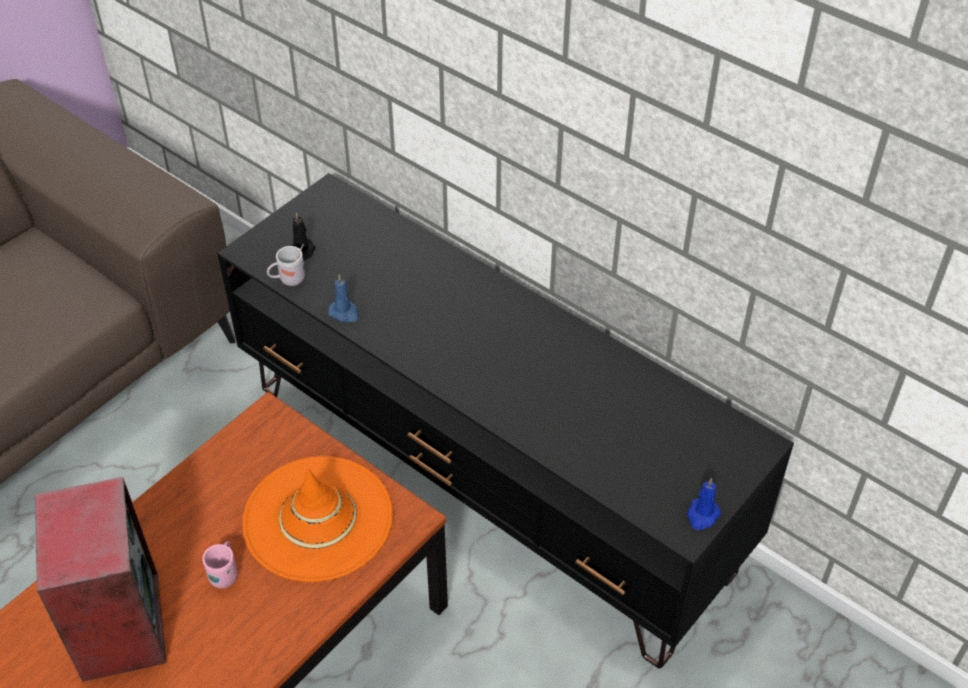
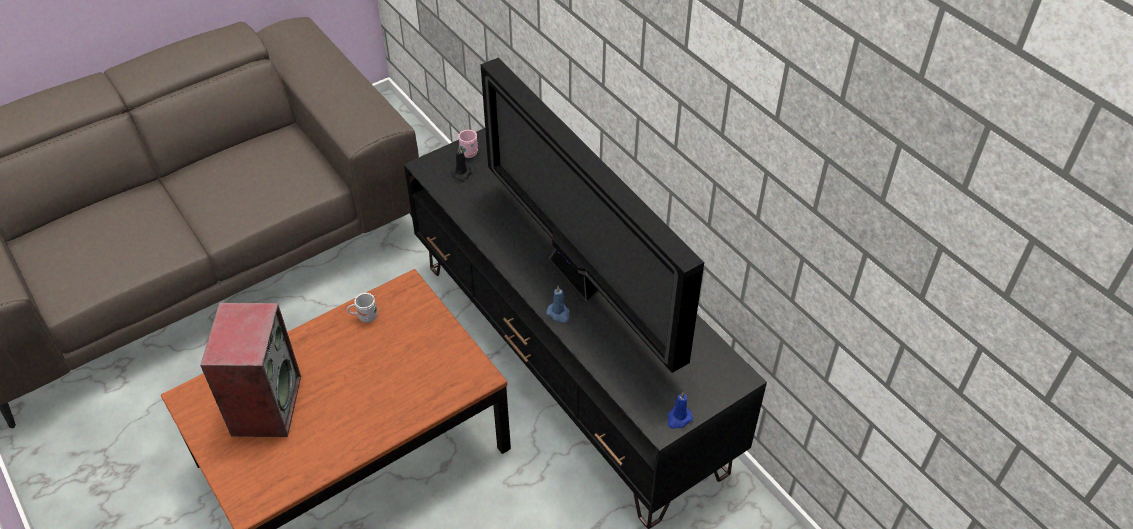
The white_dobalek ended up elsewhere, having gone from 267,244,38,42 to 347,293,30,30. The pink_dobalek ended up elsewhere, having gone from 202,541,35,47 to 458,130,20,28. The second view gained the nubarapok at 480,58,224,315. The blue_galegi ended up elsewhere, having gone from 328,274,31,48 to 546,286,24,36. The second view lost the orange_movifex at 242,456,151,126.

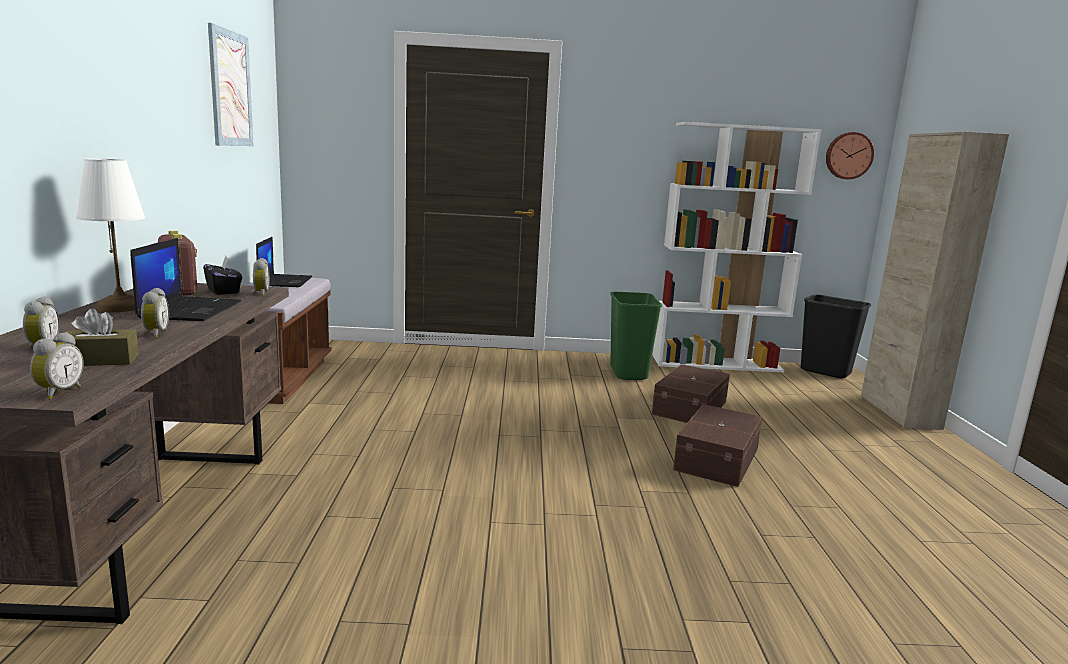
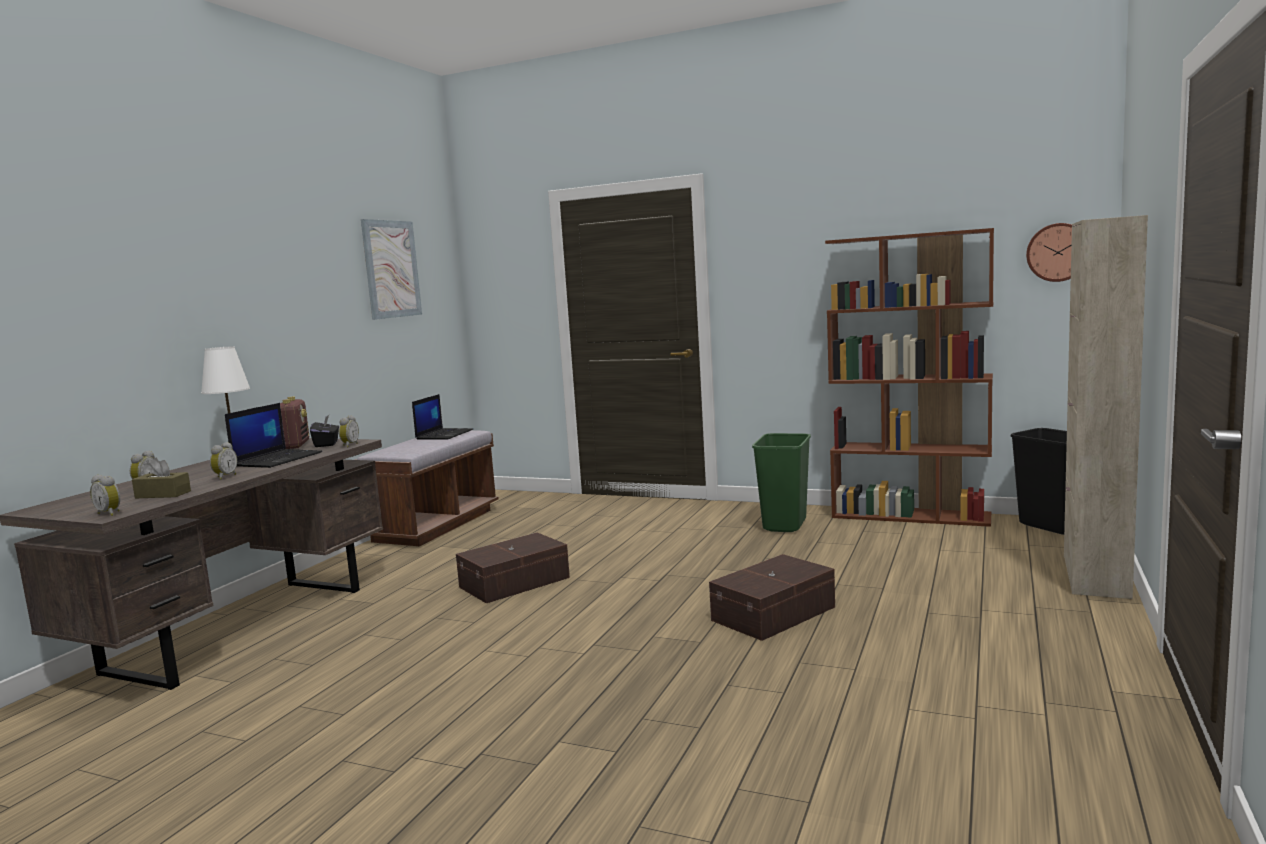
The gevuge at 30,332,54,67 ended up facing another way, 90 degrees clockwise from before. The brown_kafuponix ended up elsewhere, having gone from 652,364,78,59 to 456,532,114,71. What was the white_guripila at 653,122,168,250 turned into the brown_guripila at 825,228,169,299.

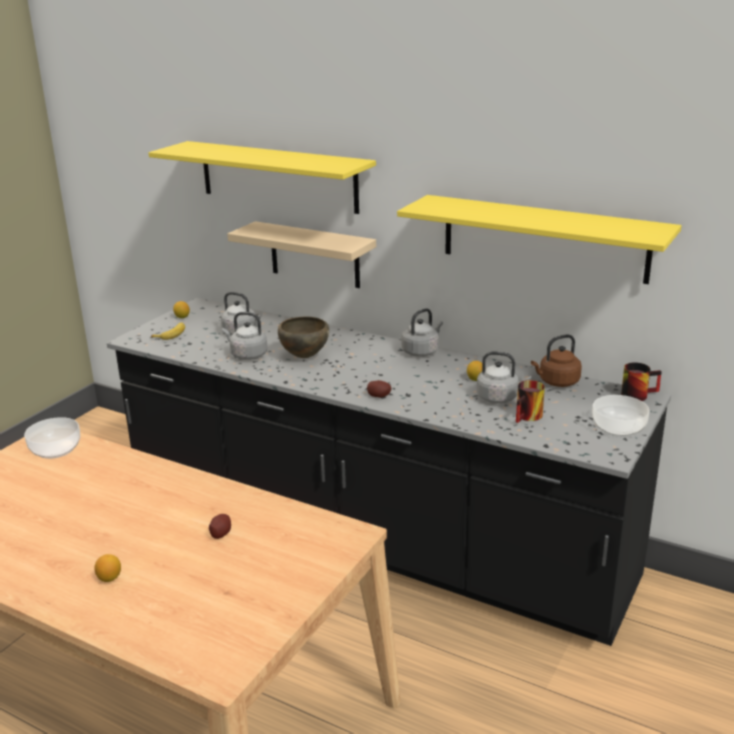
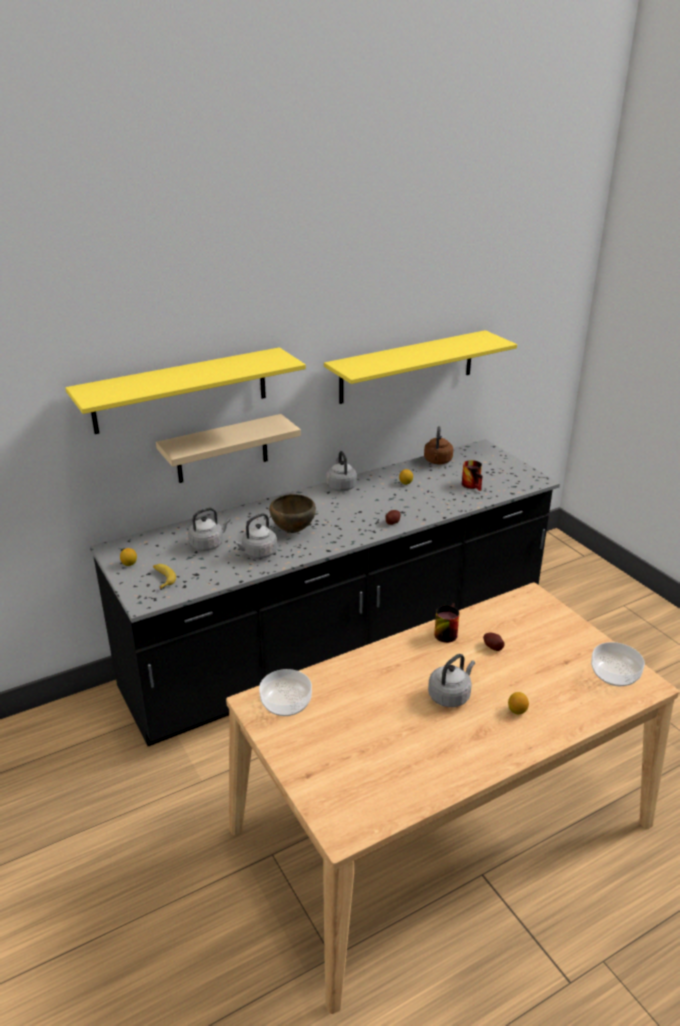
The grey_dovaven ended up elsewhere, having gone from 477,351,54,52 to 428,654,47,53. The dobalek ended up elsewhere, having gone from 621,362,41,39 to 434,603,25,40. The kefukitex ended up elsewhere, having gone from 592,395,58,42 to 591,642,54,44.

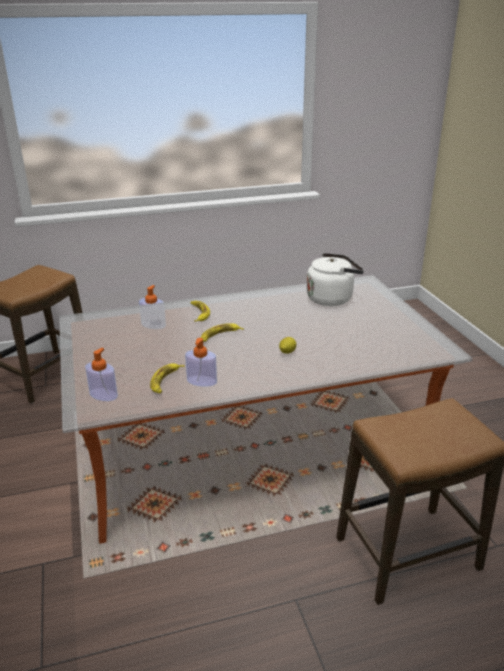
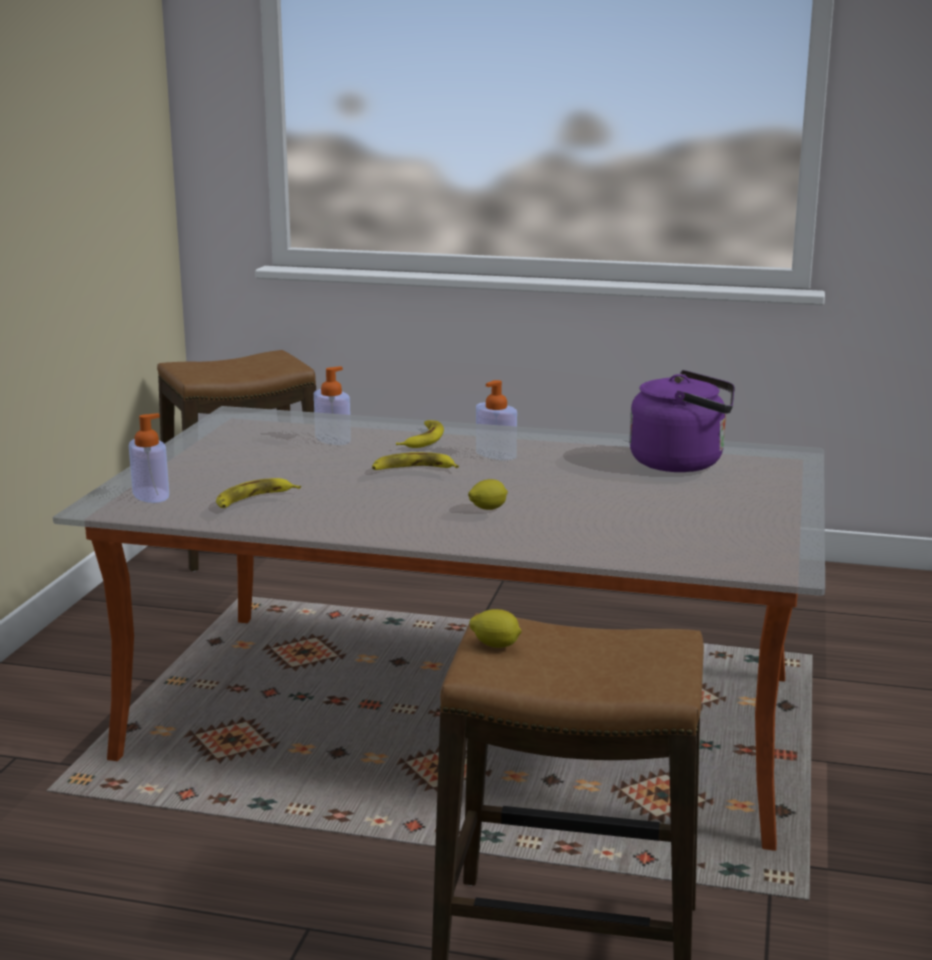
The second view gained the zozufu at 470,609,52,39. The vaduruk ended up elsewhere, having gone from 185,338,32,49 to 476,380,41,81. What was the white_dovaven at 307,253,57,53 turned into the purple_dovaven at 629,370,106,102.

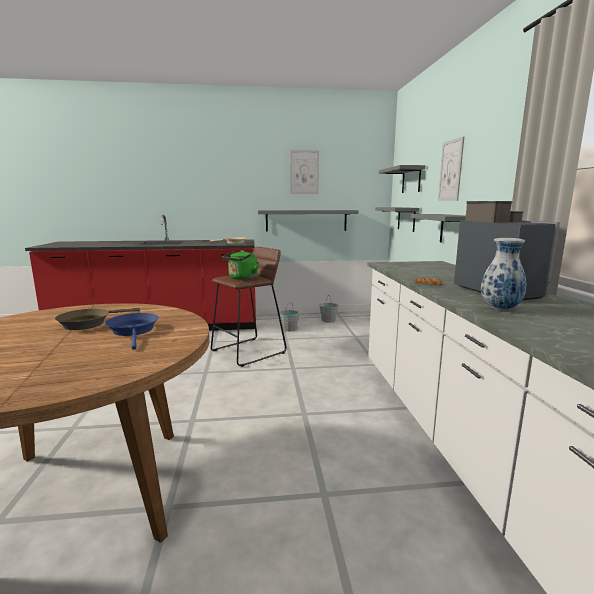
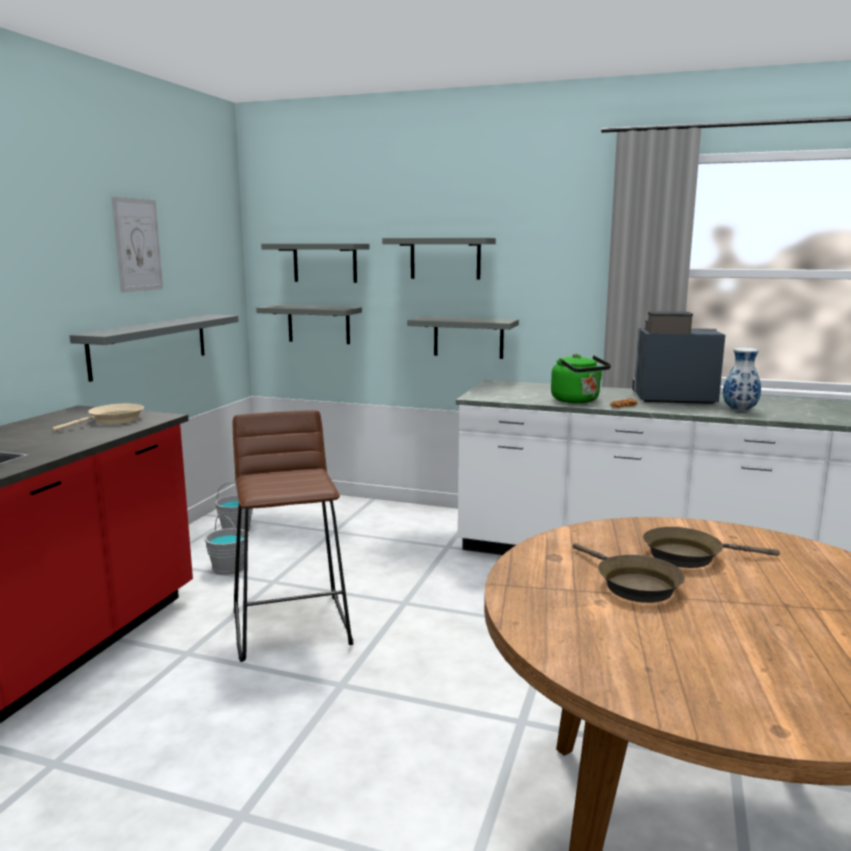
Where the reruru hung at 438,137,26,64, the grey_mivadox came to hang at 382,238,114,42. The green_dovaven ended up elsewhere, having gone from 222,250,37,30 to 551,354,60,49. What was the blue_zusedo at 105,313,53,37 turned into the brown_zusedo at 643,527,137,41.

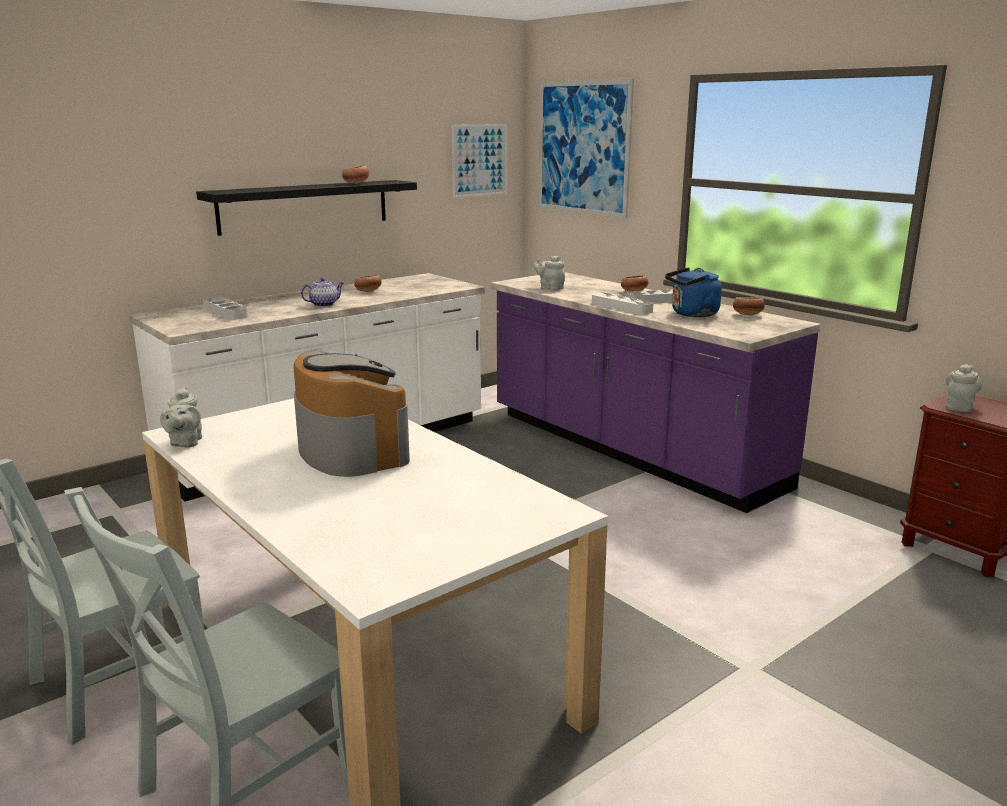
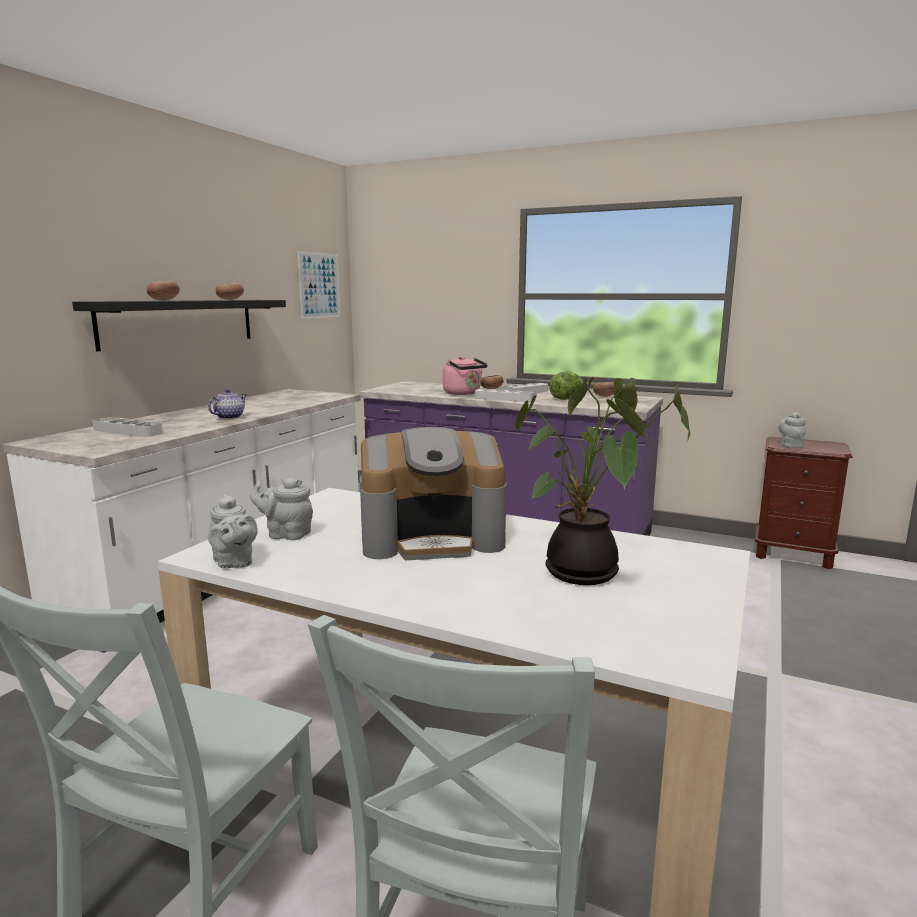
The kefukitex ended up elsewhere, having gone from 354,275,28,17 to 147,281,33,20. The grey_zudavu ended up elsewhere, having gone from 533,256,32,35 to 250,477,63,63. The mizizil at 294,349,116,128 ended up facing another way, 135 degrees clockwise from before. The second view gained the pink_dovaven at 443,356,45,39. The second view gained the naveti at 515,377,175,208. Where the blue_dovaven stood at 665,267,57,50, the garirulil came to stand at 549,371,34,29. The second view lost the reruru at 538,78,96,141.

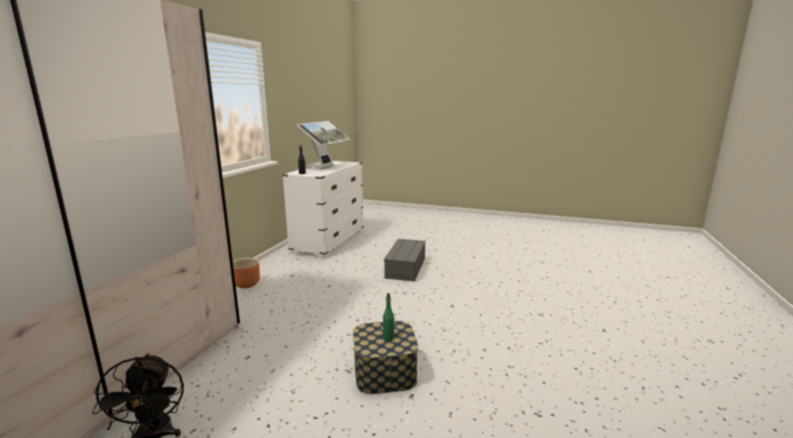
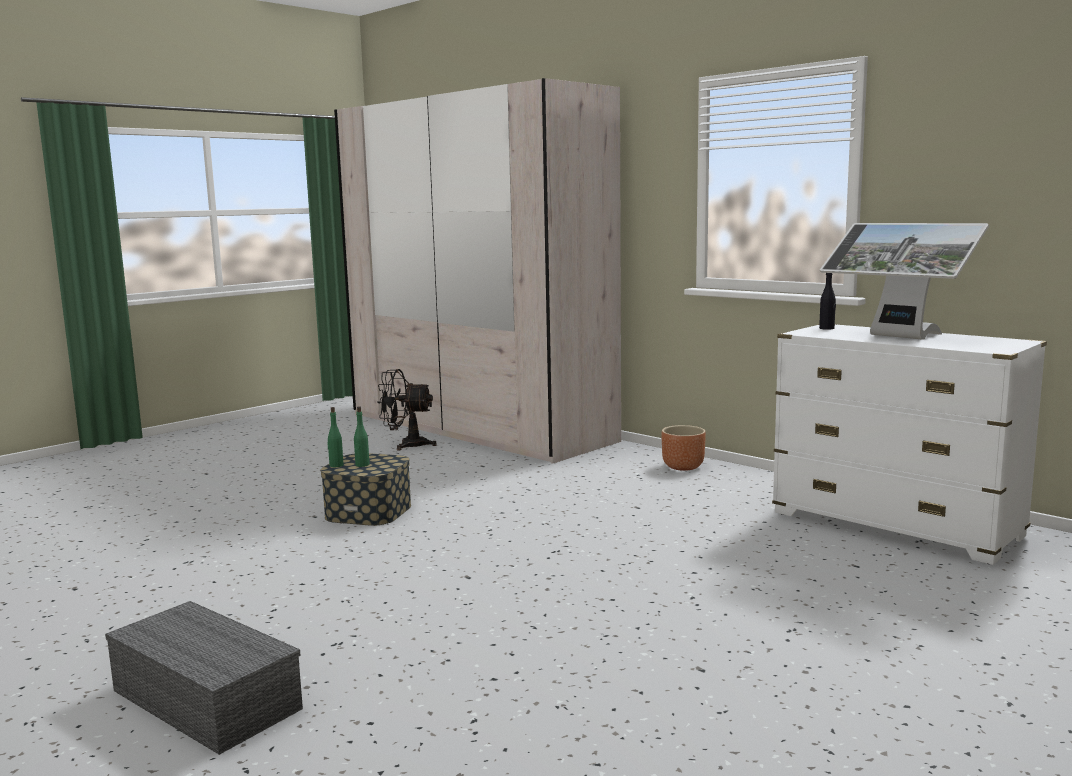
The grey_kafuponix ended up elsewhere, having gone from 384,239,42,43 to 105,601,198,154. The second view gained the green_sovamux at 327,407,17,60.

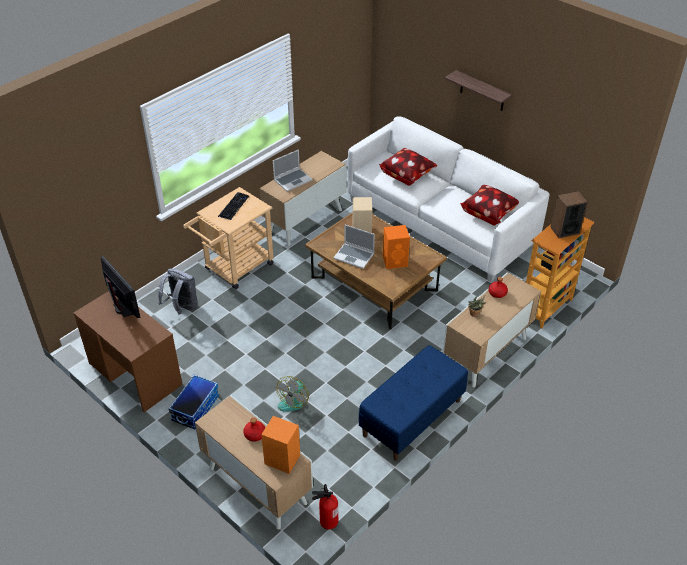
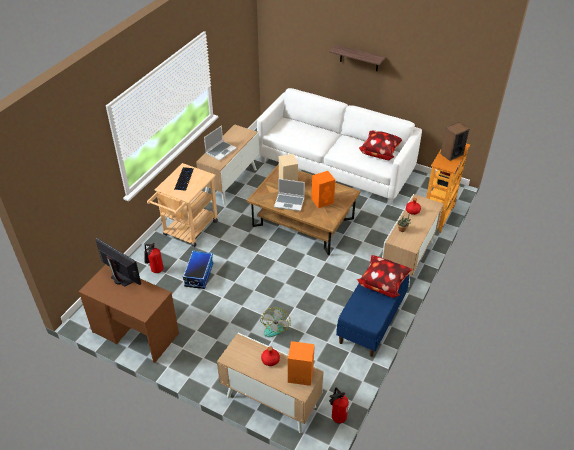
Where the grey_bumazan stood at 158,269,40,45, the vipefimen came to stand at 144,243,20,30. The kafuponix ended up elsewhere, having gone from 168,374,51,55 to 183,250,30,39. The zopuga ended up elsewhere, having gone from 379,148,59,38 to 357,255,55,43.

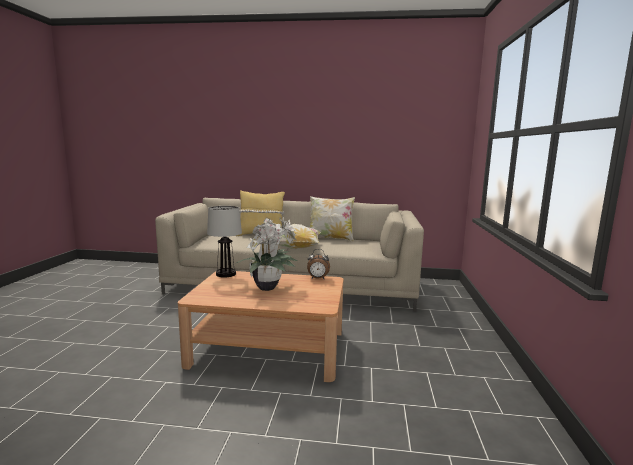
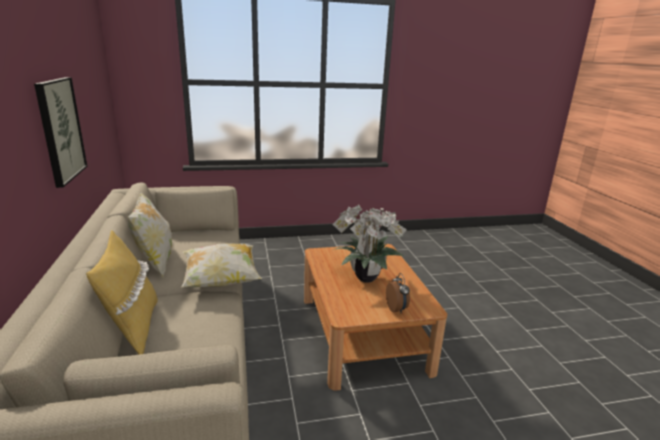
The second view gained the reruru at 34,77,53,111. The gevuge ended up elsewhere, having gone from 307,249,23,30 to 386,273,24,40. The second view lost the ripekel at 207,206,35,72.

